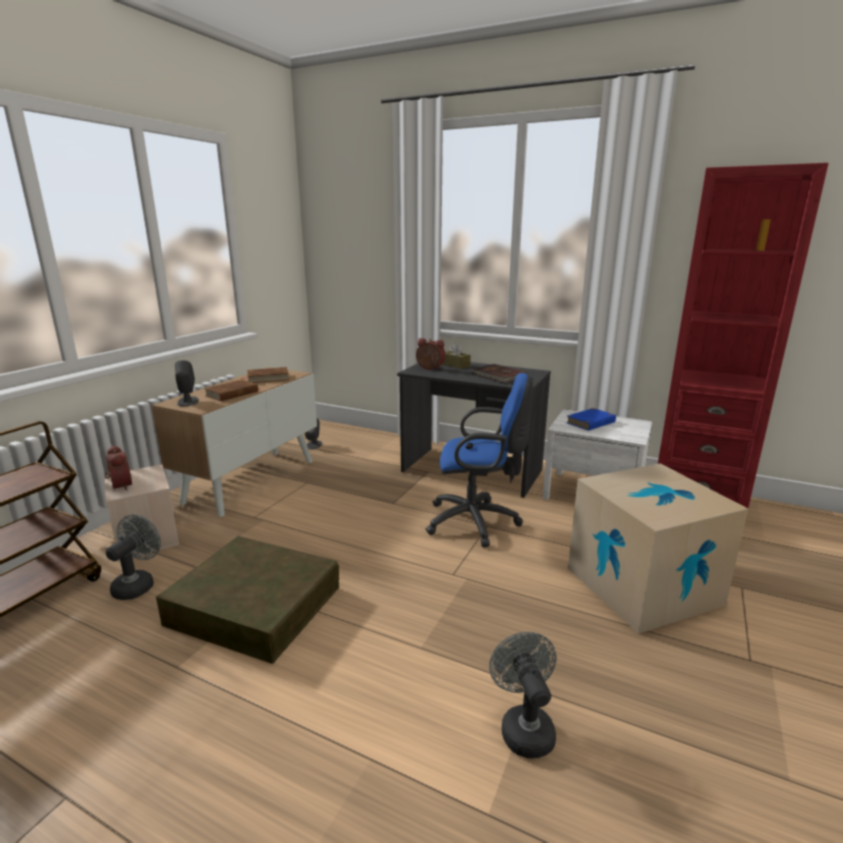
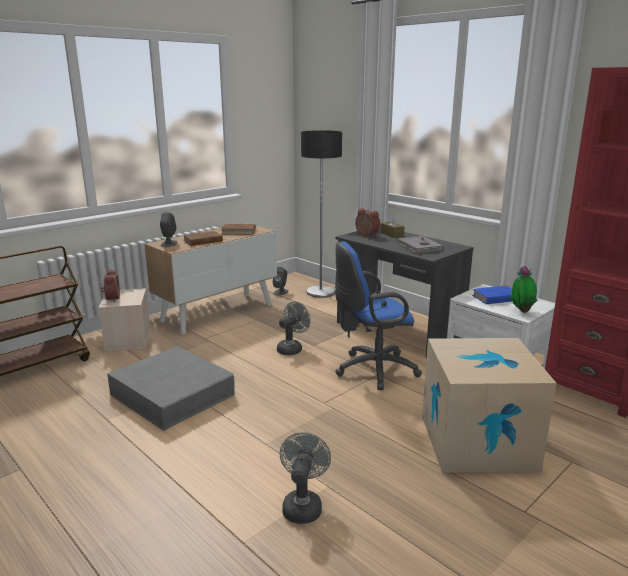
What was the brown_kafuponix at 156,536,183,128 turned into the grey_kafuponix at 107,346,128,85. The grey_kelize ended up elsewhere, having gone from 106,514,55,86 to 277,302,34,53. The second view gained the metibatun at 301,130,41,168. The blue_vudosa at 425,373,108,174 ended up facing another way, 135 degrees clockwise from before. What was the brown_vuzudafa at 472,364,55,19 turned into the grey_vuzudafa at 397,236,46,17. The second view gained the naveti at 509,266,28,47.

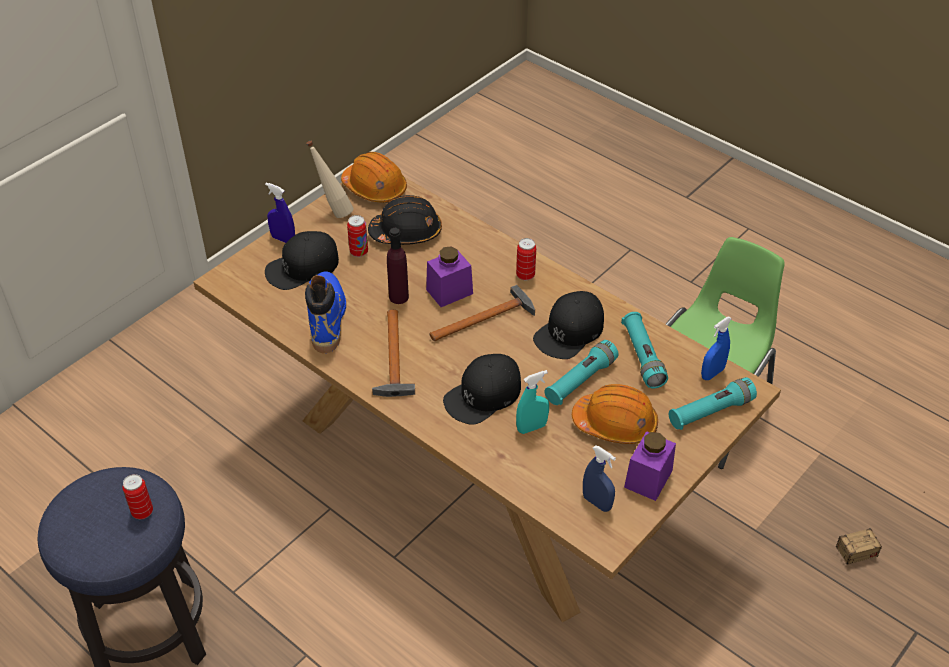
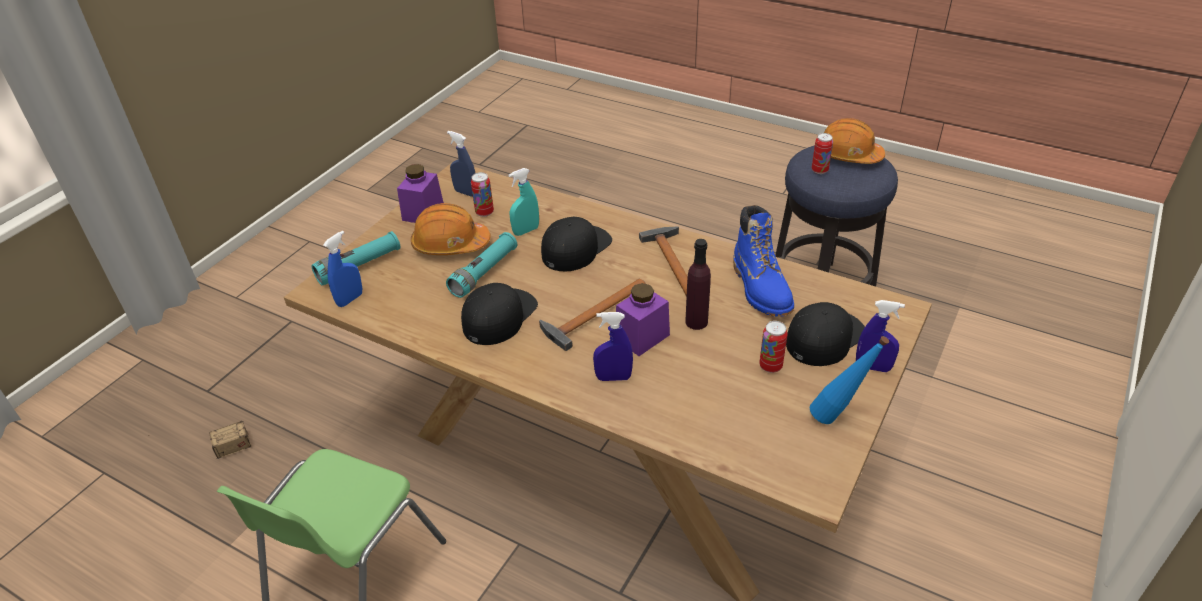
The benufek ended up elsewhere, having gone from 516,238,20,43 to 471,172,23,45. The second view gained the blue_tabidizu at 593,312,40,69. What was the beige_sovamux at 306,141,48,77 turned into the blue_sovamux at 810,336,79,88. The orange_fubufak ended up elsewhere, having gone from 341,152,66,51 to 824,118,61,46. The second view lost the black_fubufak at 368,195,74,50. The second view lost the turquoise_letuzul at 621,312,47,76.

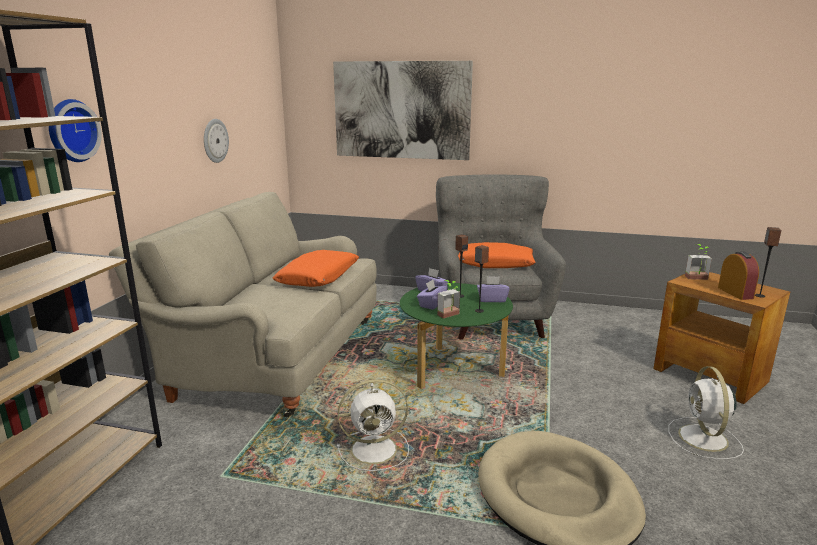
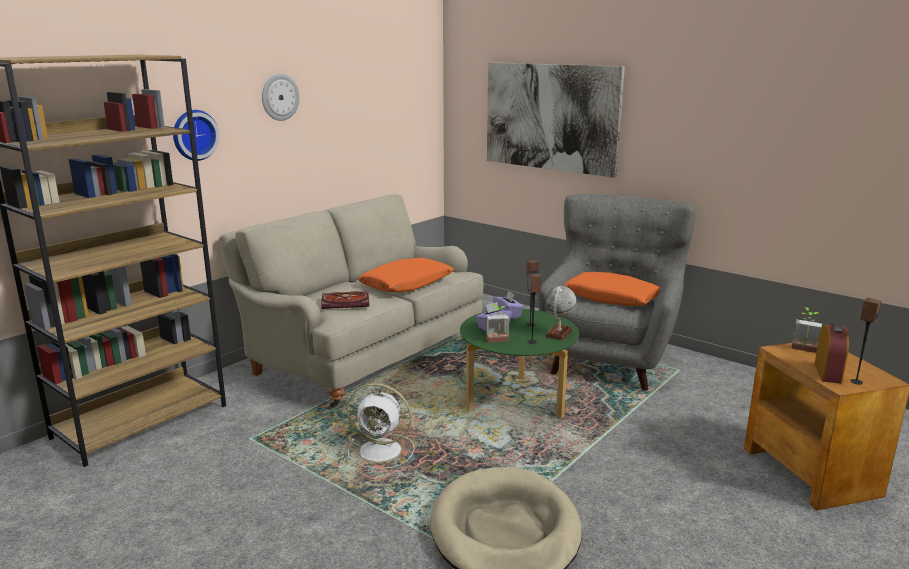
The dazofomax ended up elsewhere, having gone from 204,119,25,44 to 262,74,37,47. The second view gained the vuzudafa at 321,291,48,18. Where the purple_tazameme stood at 477,276,33,26, the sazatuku came to stand at 545,286,32,54. The second view lost the white_kelize at 668,366,76,93.

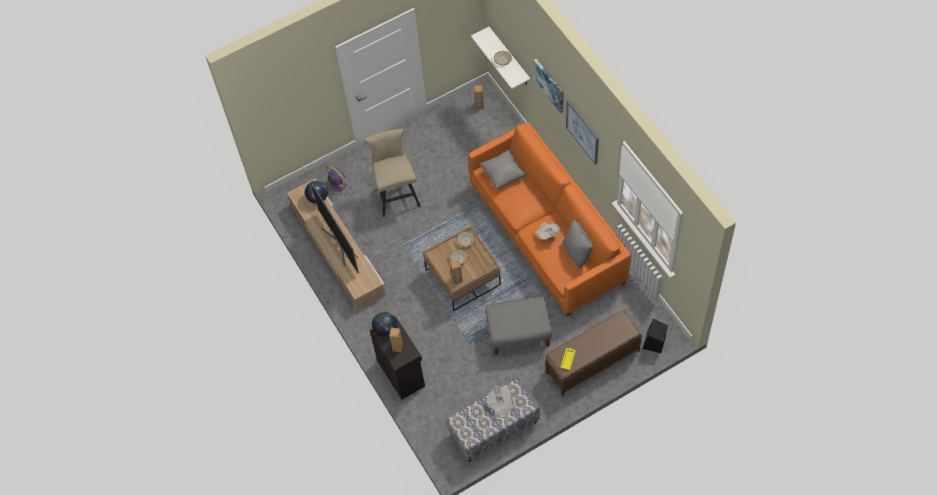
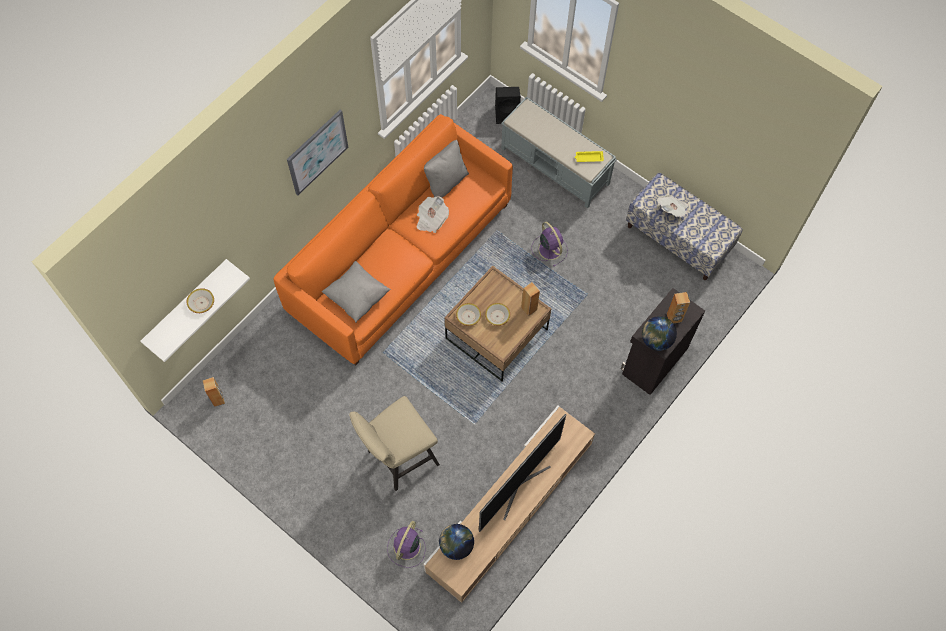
What was the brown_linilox at 544,311,99,86 turned into the grey_linilox at 501,97,116,111. Where the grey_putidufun stood at 485,296,67,59, the purple_kelize came to stand at 531,222,37,45. The second view lost the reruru at 534,59,30,54.

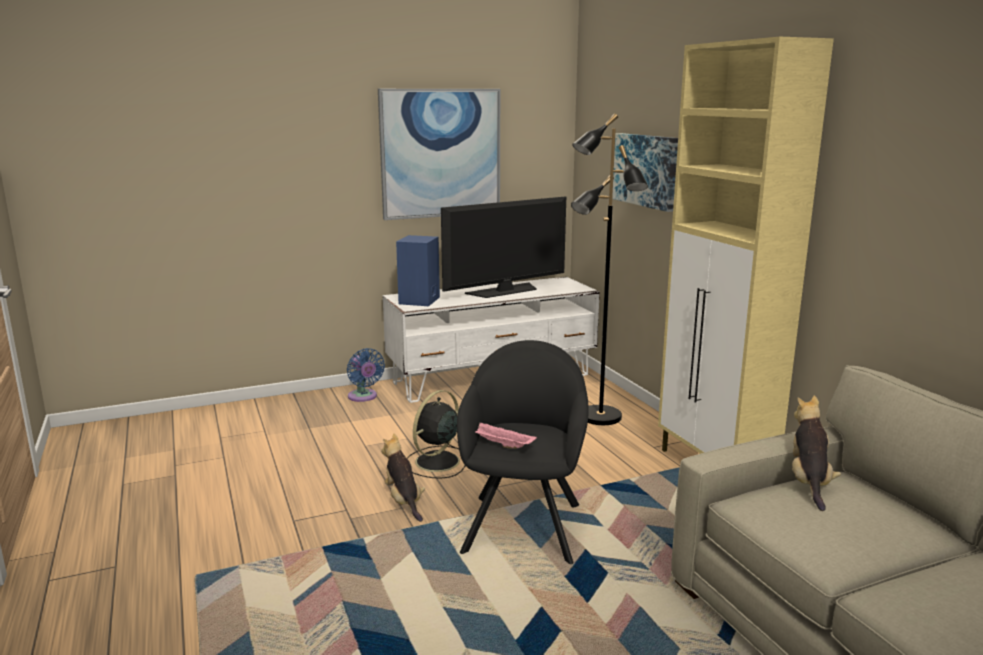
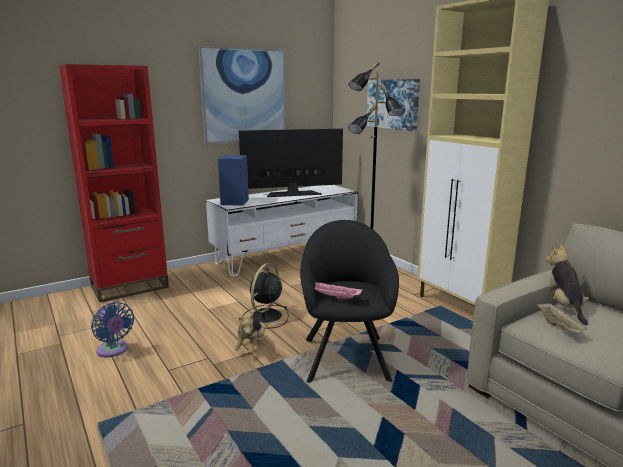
The second view gained the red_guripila at 59,64,110,239. The blue_kelize ended up elsewhere, having gone from 347,348,38,54 to 91,302,43,55. The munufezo at 381,433,44,89 ended up facing another way, 135 degrees counterclockwise from before. The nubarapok at 441,196,125,102 ended up facing another way, 150 degrees counterclockwise from before. The second view gained the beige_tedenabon at 536,303,50,30.

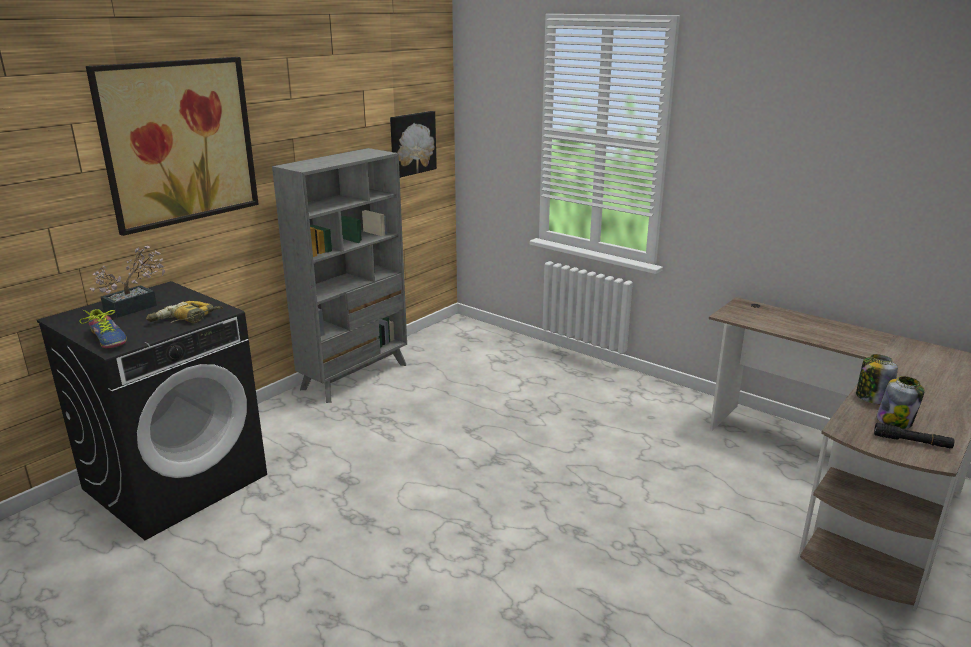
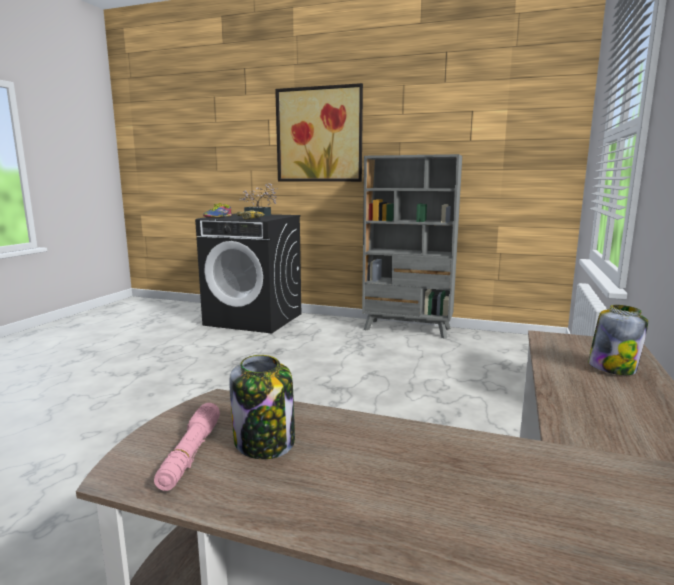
What was the black_letuzul at 874,423,81,25 turned into the pink_letuzul at 154,403,66,88. The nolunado ended up elsewhere, having gone from 856,354,42,50 to 588,305,60,70. The second view lost the reruru at 390,111,47,67.

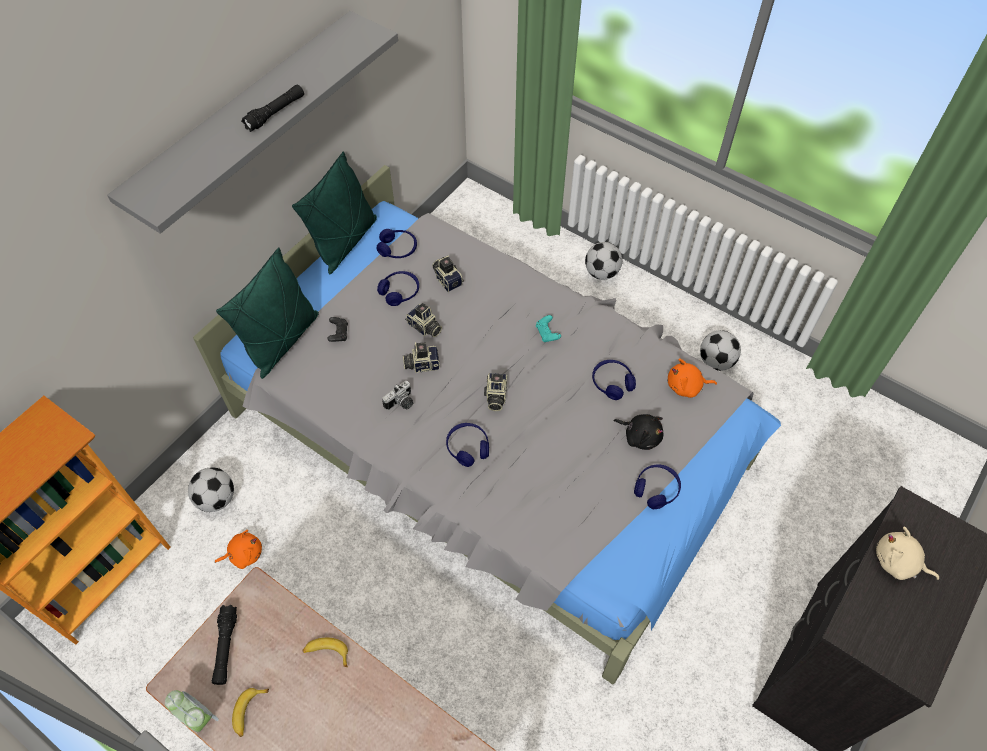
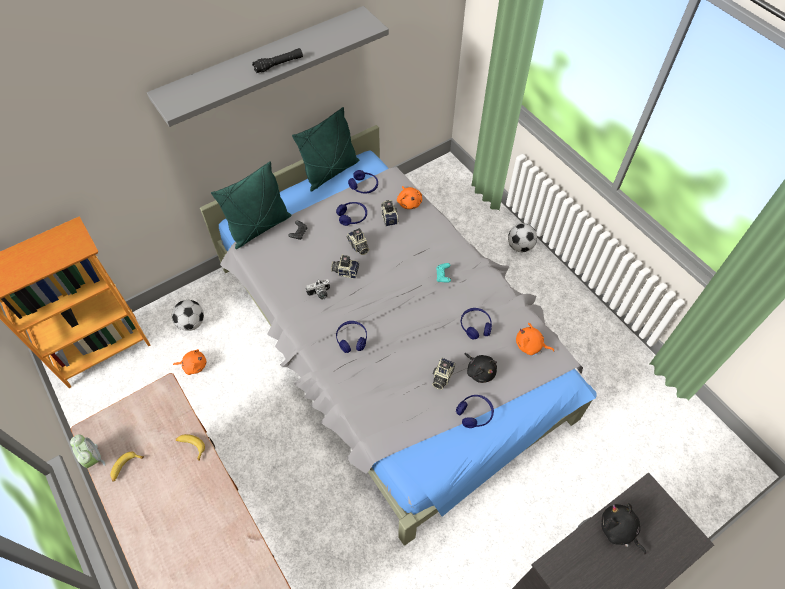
The second view gained the orange_munufezo at 397,186,25,23. The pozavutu ended up elsewhere, having gone from 484,373,23,38 to 432,358,24,32. What was the beige_munufezo at 876,526,63,54 turned into the black_munufezo at 601,503,45,52. The second view lost the black_letuzul at 212,605,25,80. The second view lost the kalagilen at 700,330,41,41.

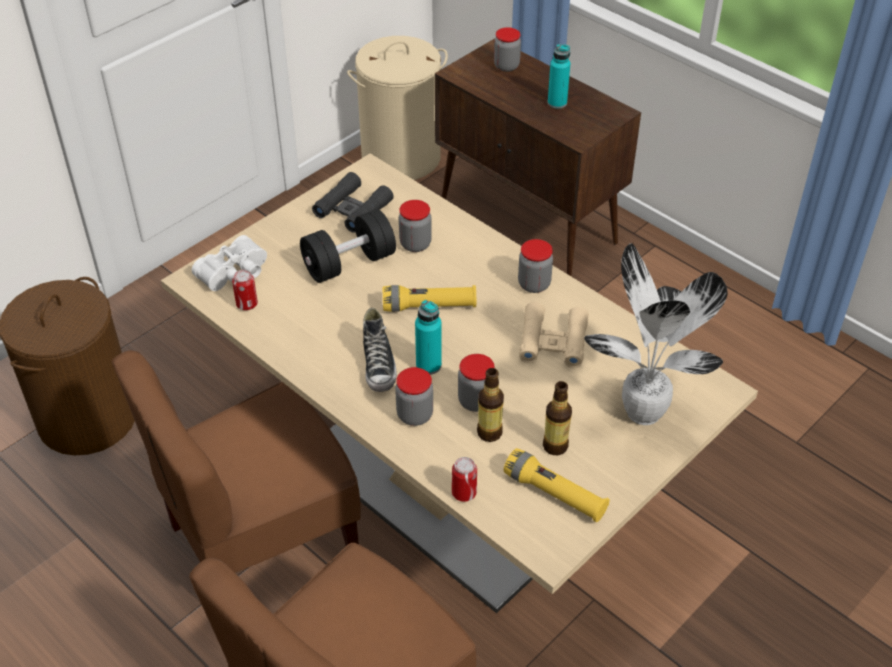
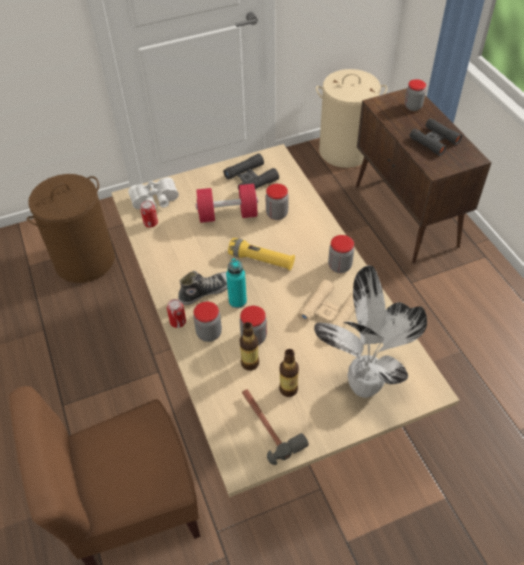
The benufek ended up elsewhere, having gone from 452,457,25,45 to 167,299,19,29. The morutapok at 363,308,34,84 ended up facing another way, 135 degrees counterclockwise from before. What was the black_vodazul at 300,209,96,74 turned into the red_vodazul at 195,184,63,39. Where the yellow_letuzul stood at 504,448,106,74, the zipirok came to stand at 242,389,67,76. Where the turquoise_sovamux stood at 548,44,22,65, the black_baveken came to stand at 409,118,53,38. The second view lost the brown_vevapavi at 112,350,249,223.

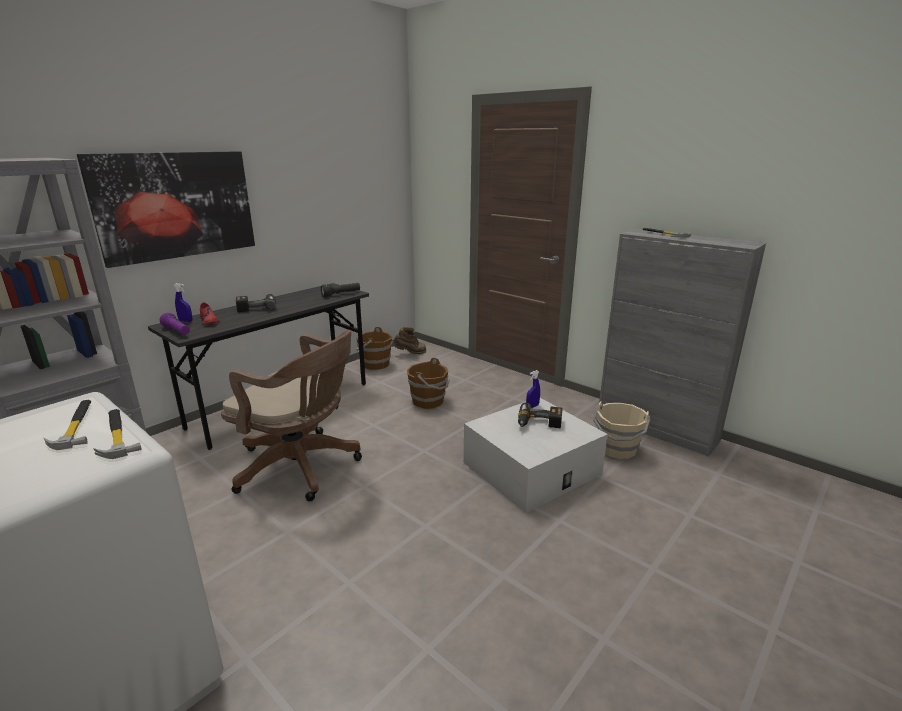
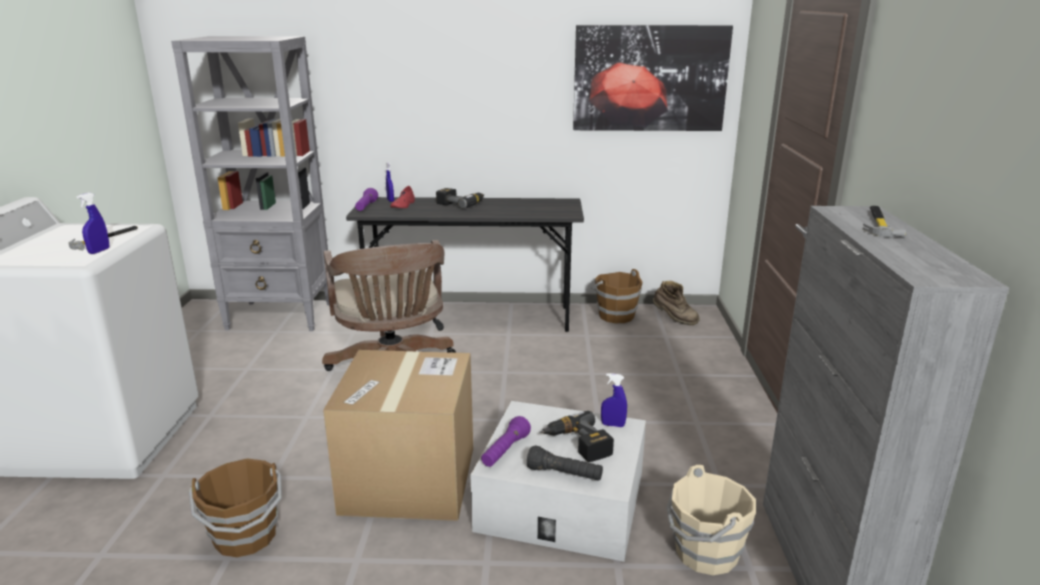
Where the zipirok stood at 93,409,49,50, the blue_tabidizu came to stand at 77,193,32,61. The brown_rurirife ended up elsewhere, having gone from 407,358,43,51 to 189,458,93,99. The second view gained the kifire at 323,350,150,171. The second view gained the purple_letuzul at 481,416,50,51. The black_letuzul ended up elsewhere, having gone from 321,283,39,14 to 527,445,76,36. The reruru ended up elsewhere, having gone from 77,151,178,117 to 573,25,160,106.

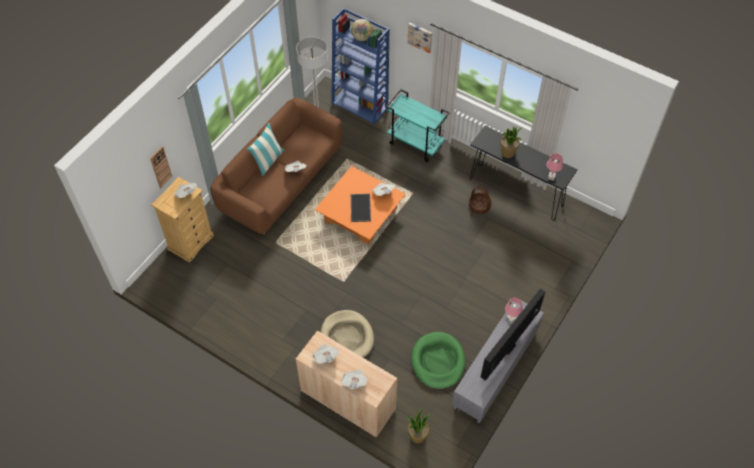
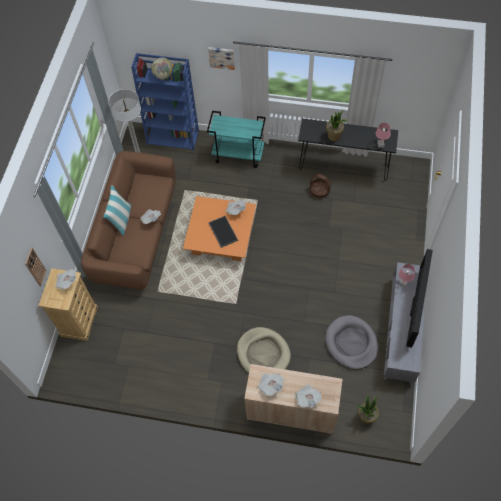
What was the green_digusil at 411,332,55,57 turned into the grey_digusil at 325,315,53,54.

